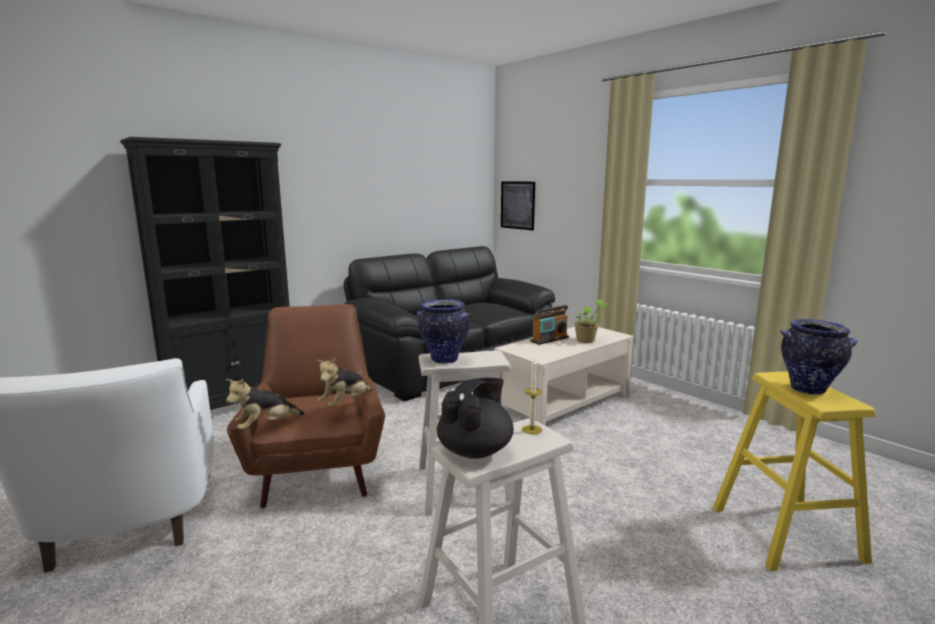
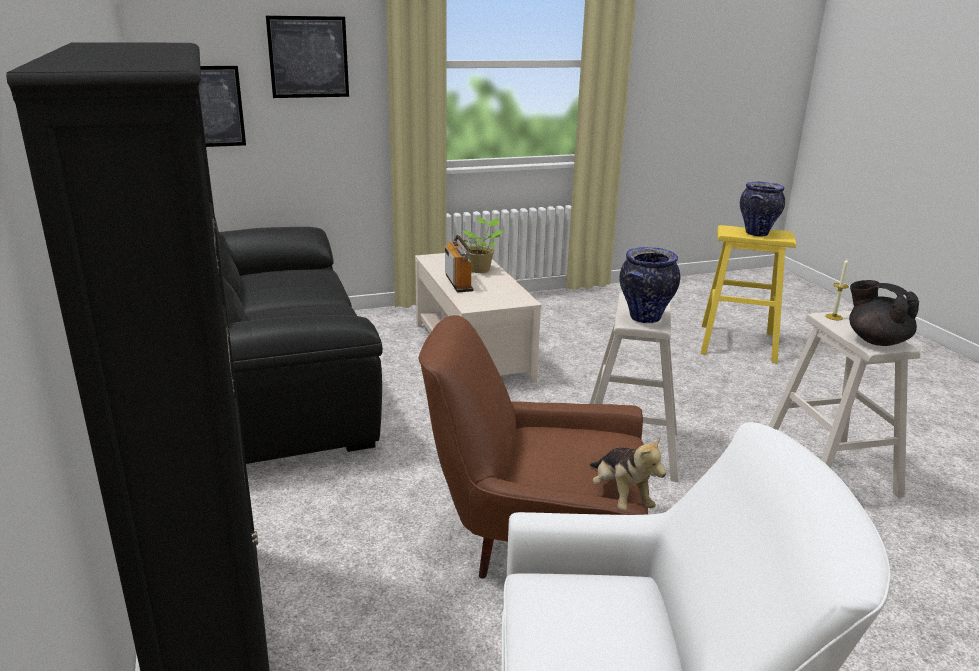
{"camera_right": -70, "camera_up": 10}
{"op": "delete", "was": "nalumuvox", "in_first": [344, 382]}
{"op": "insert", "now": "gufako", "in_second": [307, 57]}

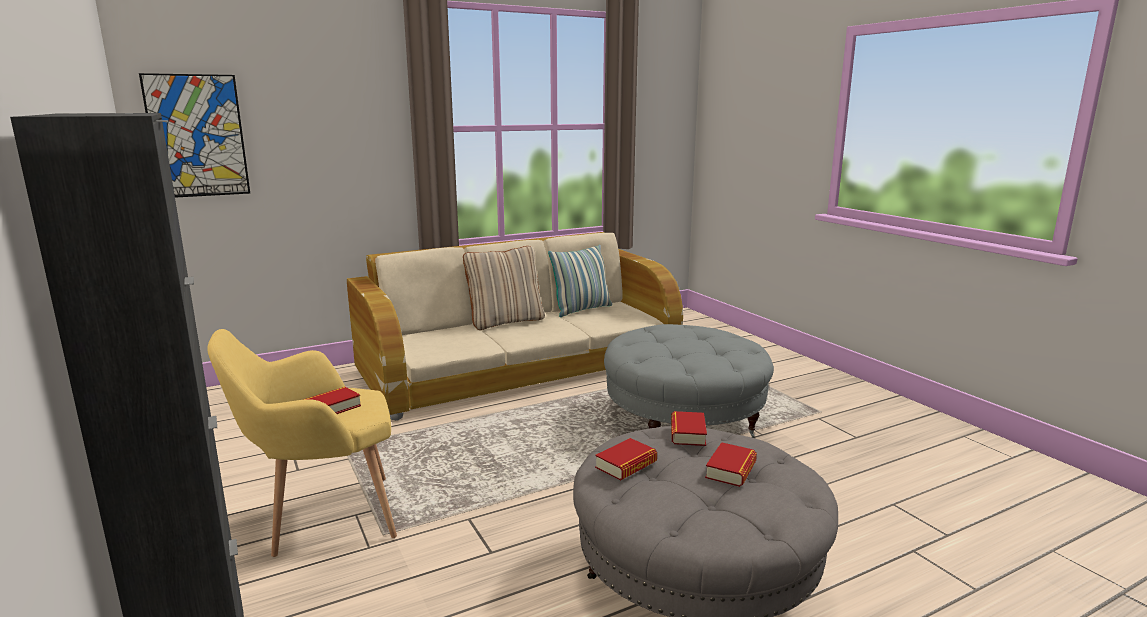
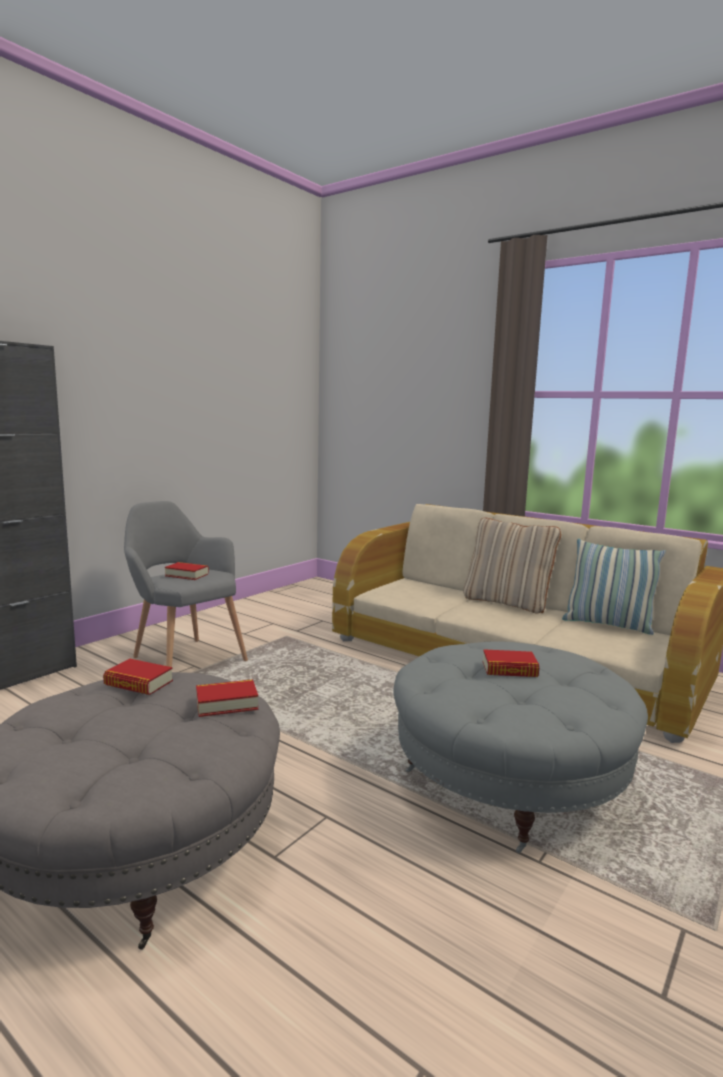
{"camera_right": 65, "camera_up": -5}
{"op": "delete", "was": "gufako", "in_first": [194, 135]}
{"op": "recolor", "was": "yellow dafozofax", "now": "grey dafozofax", "in_first": [302, 443], "in_second": [186, 584]}
{"op": "move", "was": "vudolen", "in_first": [731, 464], "in_second": [511, 663]}

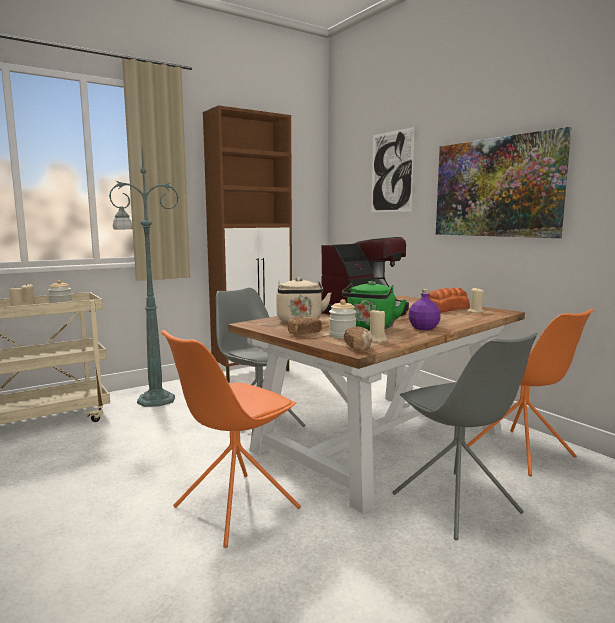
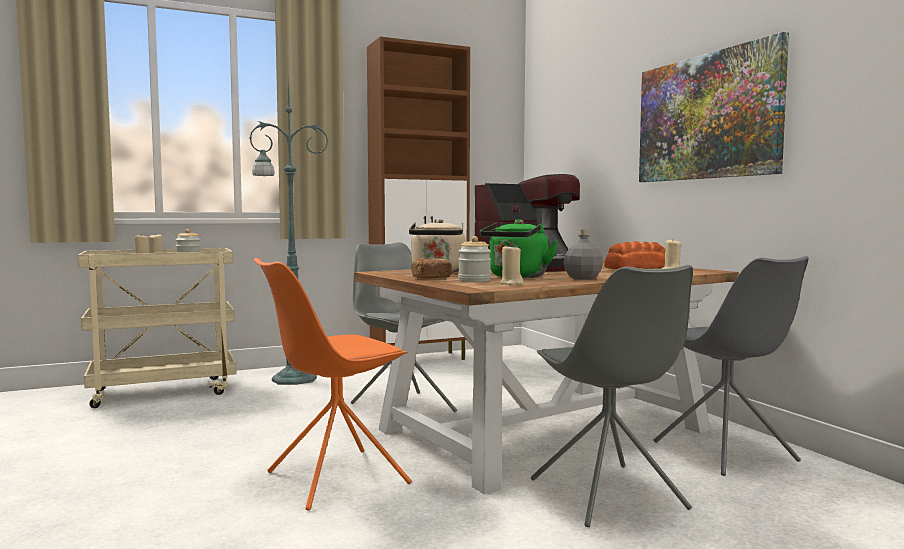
{"camera_right": 10, "camera_up": -5}
{"op": "delete", "was": "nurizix", "in_first": [358, 338]}
{"op": "delete", "was": "gufako", "in_first": [393, 169]}
{"op": "recolor", "was": "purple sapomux", "now": "grey sapomux", "in_first": [424, 309], "in_second": [583, 255]}
{"op": "recolor", "was": "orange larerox", "now": "grey larerox", "in_first": [530, 392], "in_second": [731, 366]}

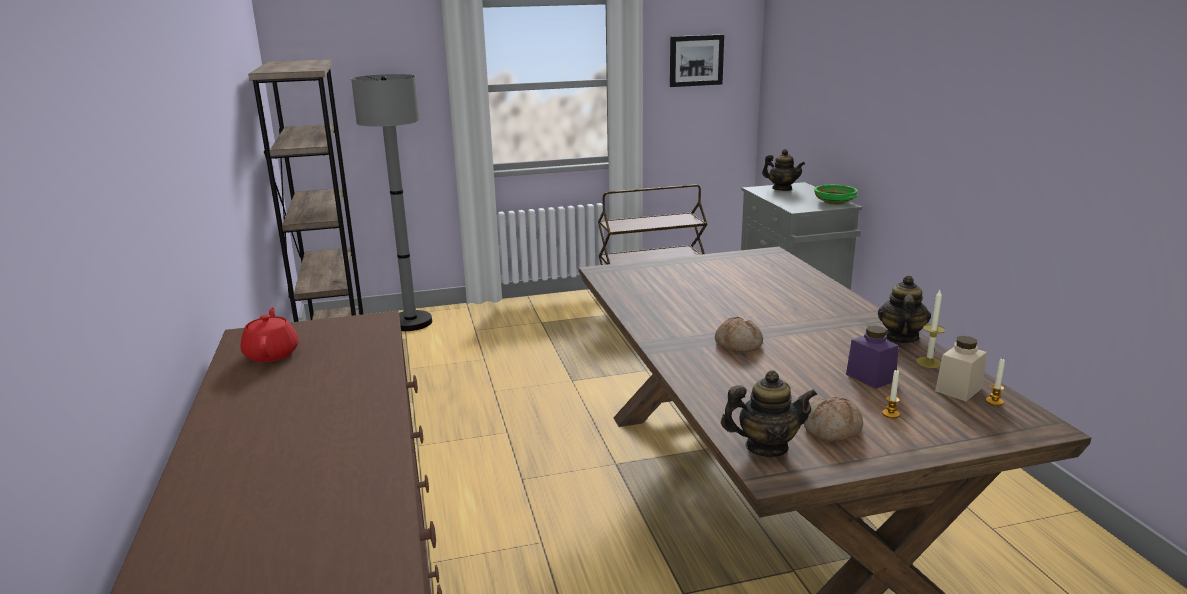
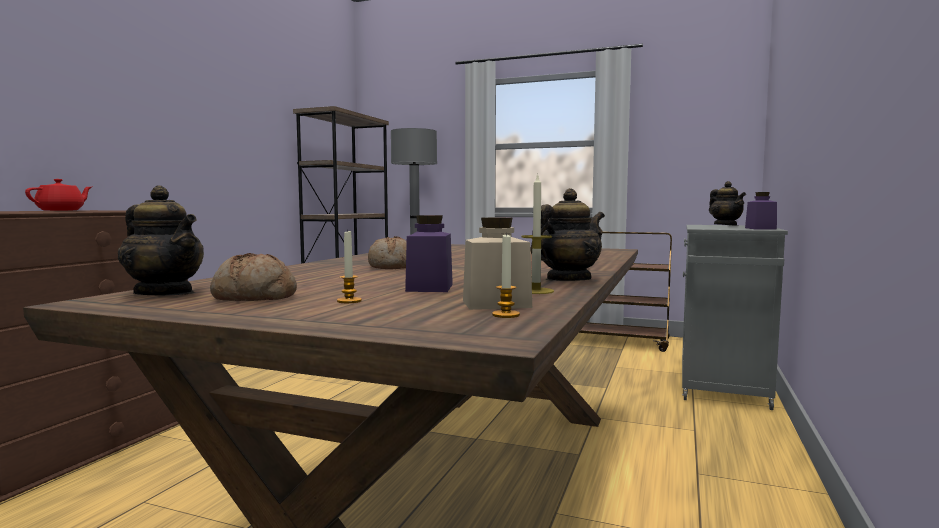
{"camera_right": 35, "camera_up": -15}
{"op": "delete", "was": "gufako", "in_first": [697, 60]}
{"op": "replace", "was": "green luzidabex", "now": "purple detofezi", "in_first": [836, 195], "in_second": [761, 210]}

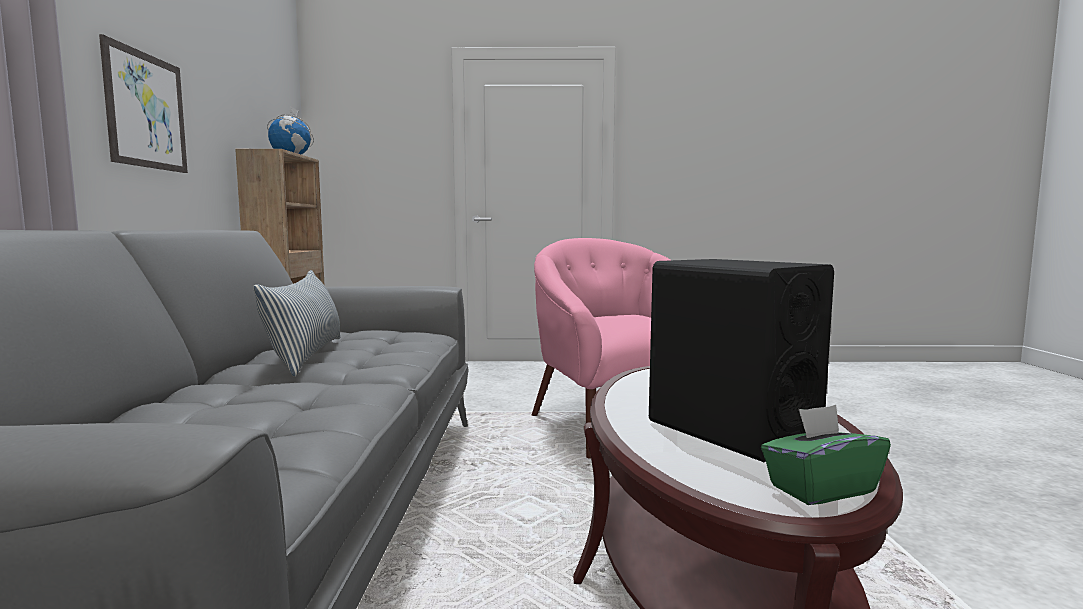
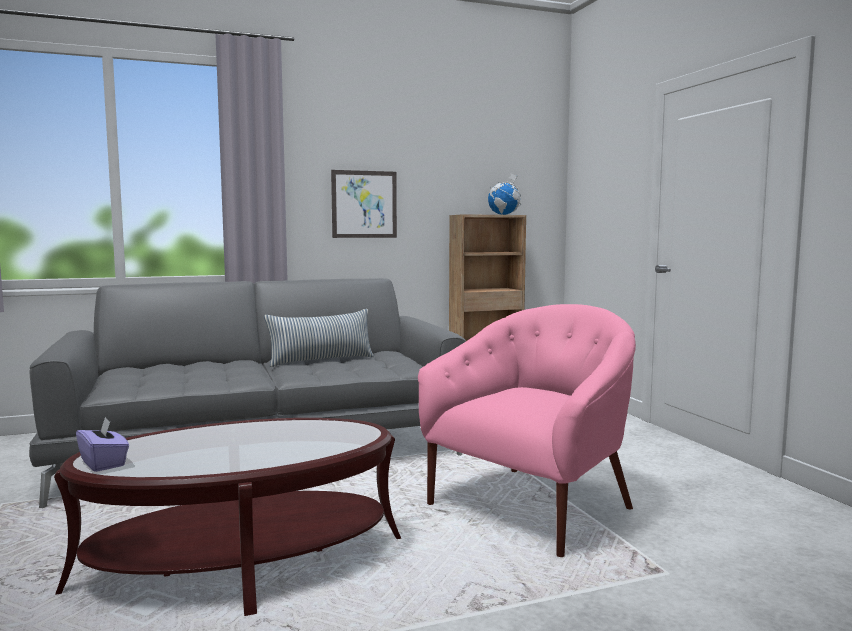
{"camera_right": 70, "camera_up": 0}
{"op": "delete", "was": "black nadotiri", "in_first": [741, 360]}
{"op": "recolor", "was": "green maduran", "now": "purple maduran", "in_first": [826, 455], "in_second": [102, 444]}

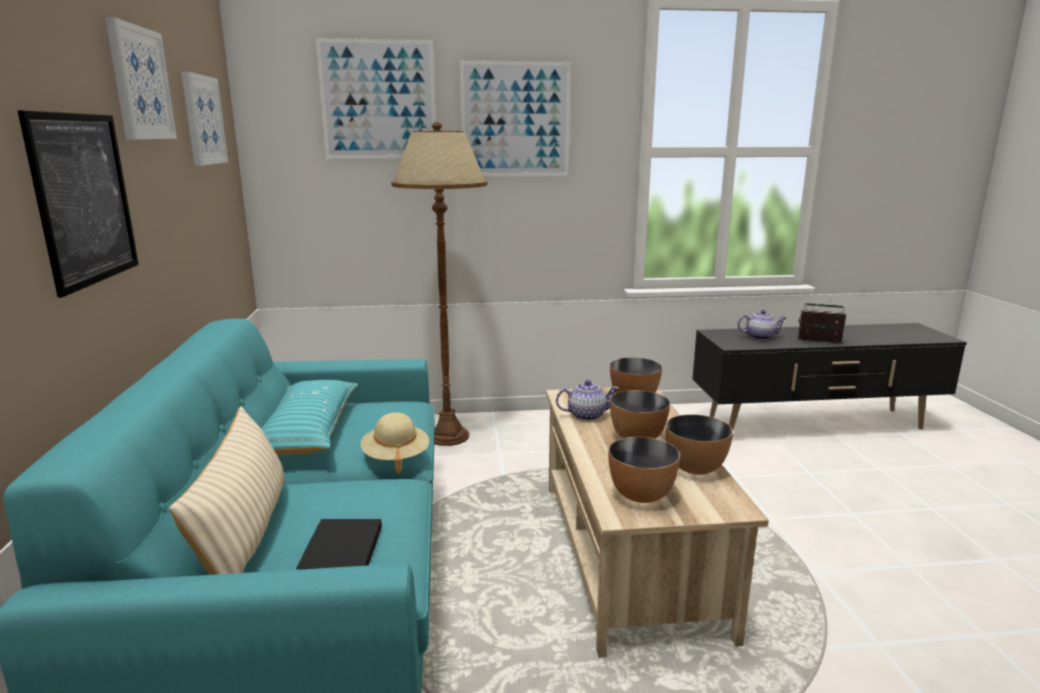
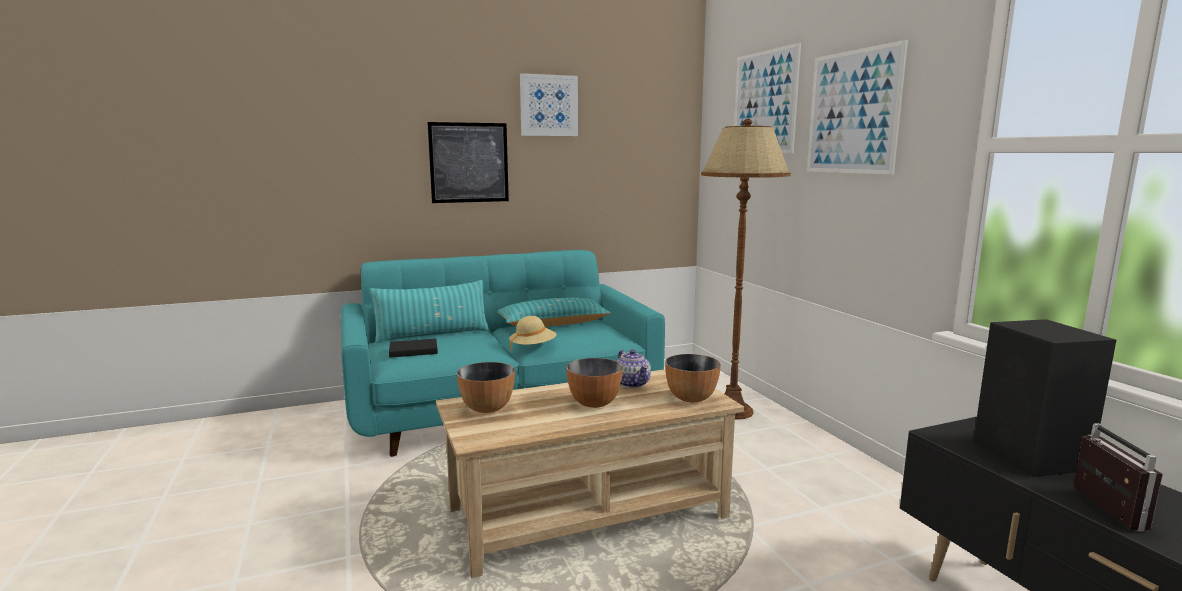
{"camera_right": 75, "camera_up": -5}
{"op": "recolor", "was": "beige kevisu", "now": "turquoise kevisu", "in_first": [227, 491], "in_second": [429, 311]}
{"op": "delete", "was": "gufako", "in_first": [204, 119]}
{"op": "delete", "was": "luzidabex", "in_first": [699, 445]}
{"op": "replace", "was": "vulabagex", "now": "black nadotiri", "in_first": [761, 325], "in_second": [1044, 398]}

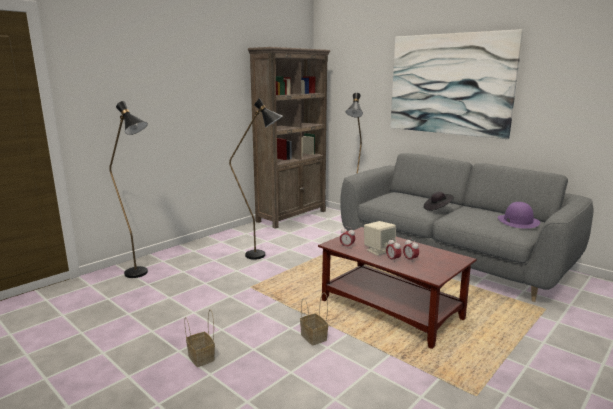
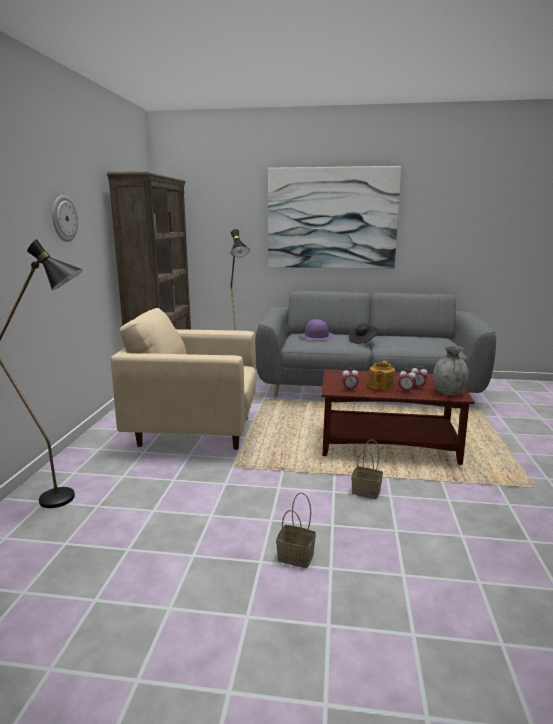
{"camera_right": -35, "camera_up": 0}
{"op": "replace", "was": "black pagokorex", "now": "beige dafozofax", "in_first": [256, 179], "in_second": [183, 379]}
{"op": "replace", "was": "beige nadotiri", "now": "vulabagex", "in_first": [380, 238], "in_second": [382, 375]}
{"op": "move", "was": "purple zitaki", "in_first": [519, 215], "in_second": [317, 330]}
{"op": "insert", "now": "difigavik", "in_second": [65, 218]}
{"op": "insert", "now": "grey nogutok", "in_second": [451, 370]}

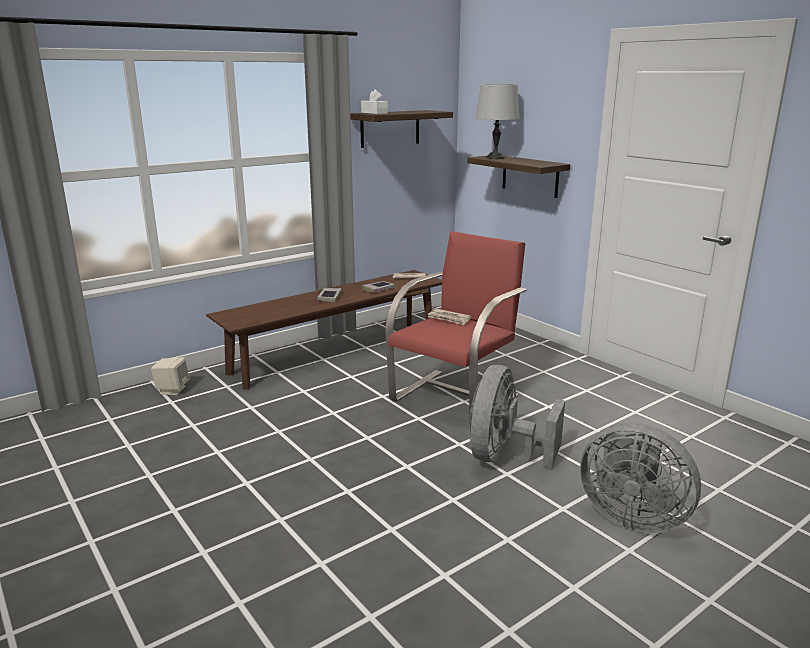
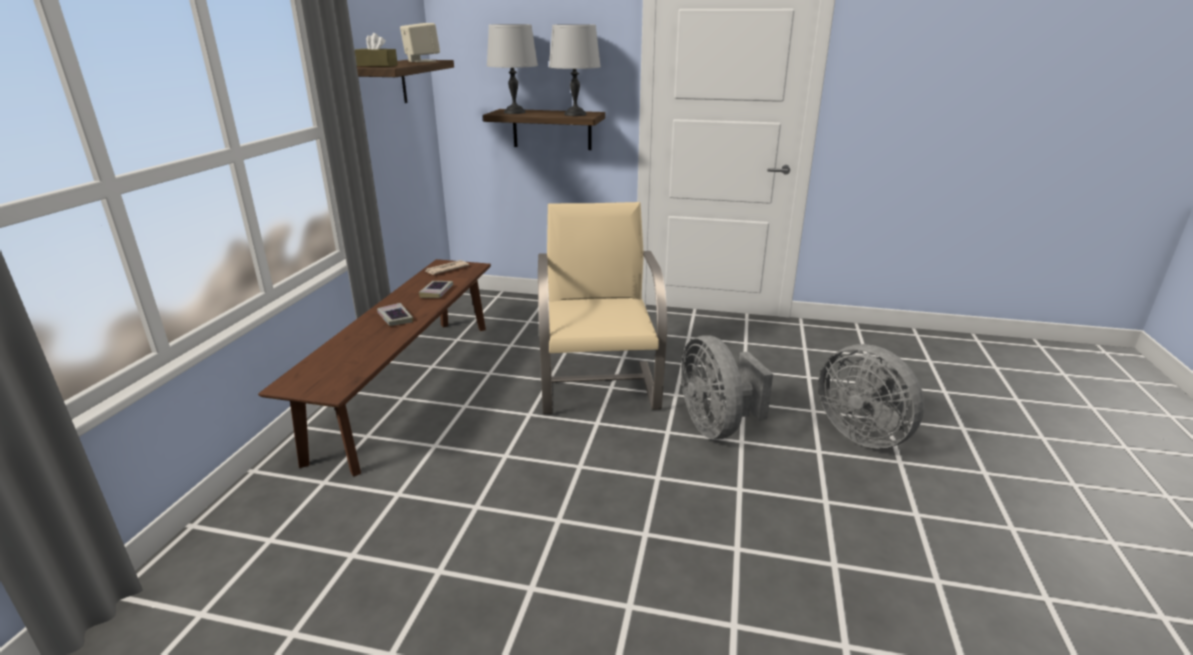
{"camera_right": -40, "camera_up": 5}
{"op": "move", "was": "beige nadotiri", "in_first": [170, 376], "in_second": [420, 42]}
{"op": "recolor", "was": "white maduran", "now": "brown maduran", "in_first": [374, 101], "in_second": [376, 50]}
{"op": "recolor", "was": "red dafozofax", "now": "beige dafozofax", "in_first": [456, 327], "in_second": [602, 308]}
{"op": "delete", "was": "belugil", "in_first": [450, 317]}
{"op": "rotate", "was": "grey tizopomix", "in_first": [640, 478], "in_second": [871, 396], "clockwise": 60}
{"op": "insert", "now": "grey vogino", "in_second": [575, 70]}

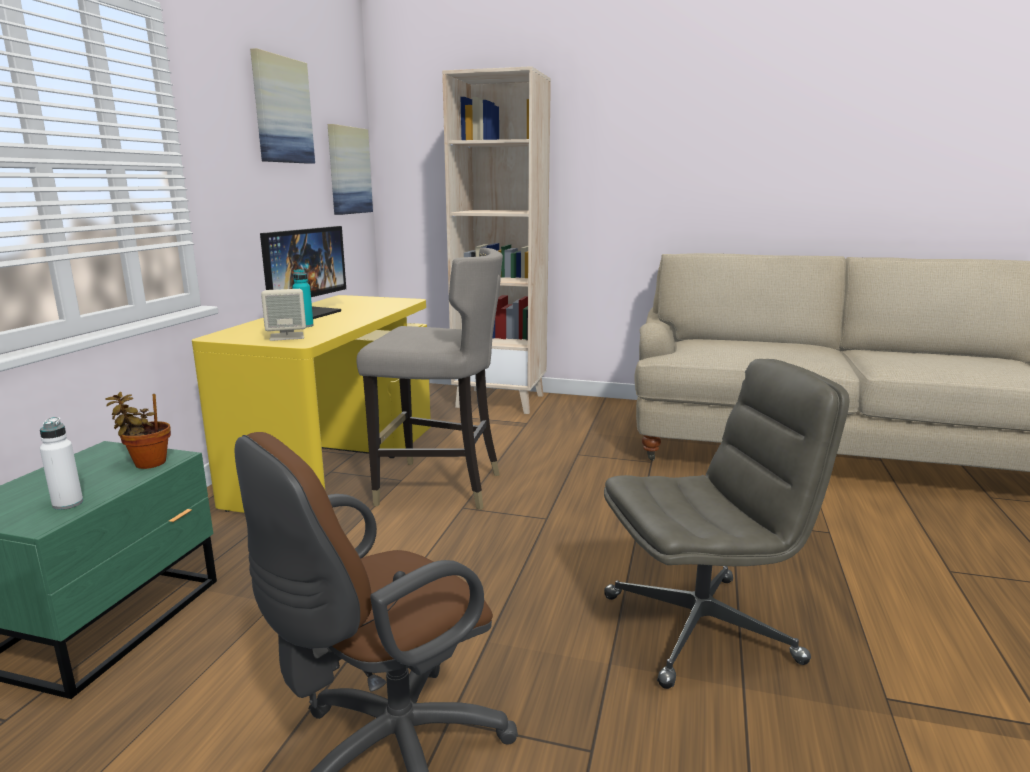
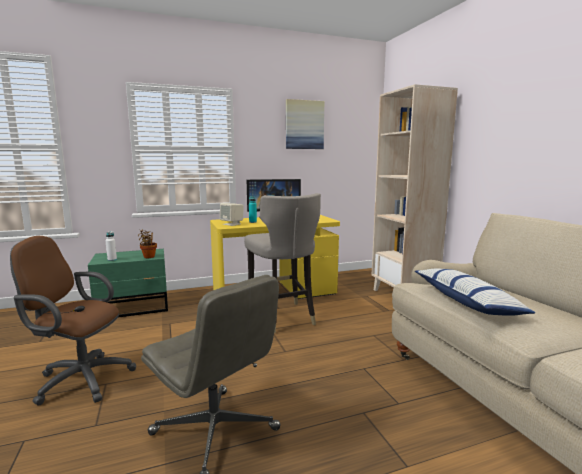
{"camera_right": 55, "camera_up": -5}
{"op": "delete", "was": "gufako", "in_first": [350, 169]}
{"op": "insert", "now": "kevisu", "in_second": [475, 292]}

